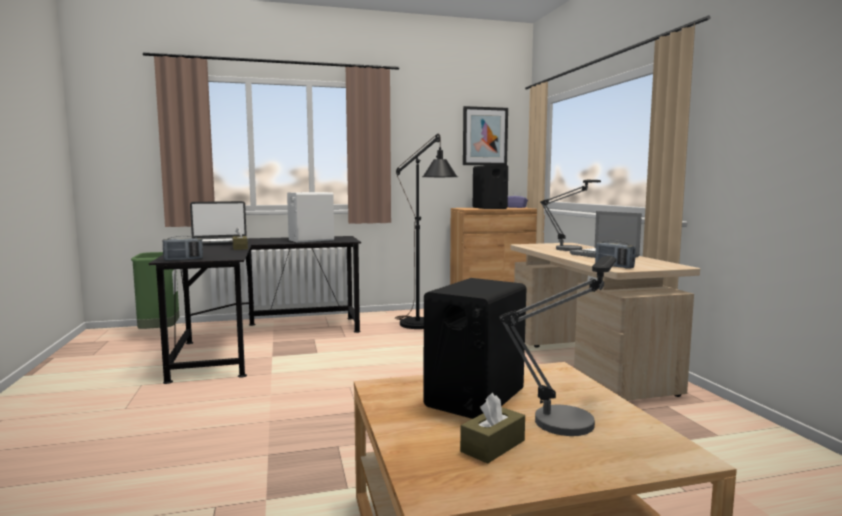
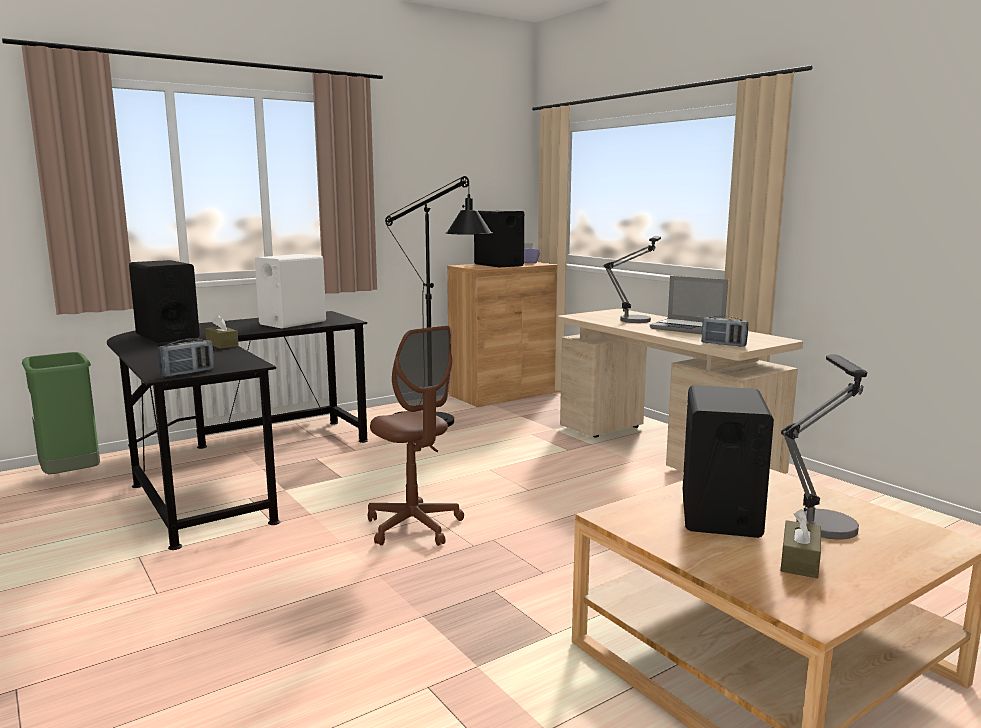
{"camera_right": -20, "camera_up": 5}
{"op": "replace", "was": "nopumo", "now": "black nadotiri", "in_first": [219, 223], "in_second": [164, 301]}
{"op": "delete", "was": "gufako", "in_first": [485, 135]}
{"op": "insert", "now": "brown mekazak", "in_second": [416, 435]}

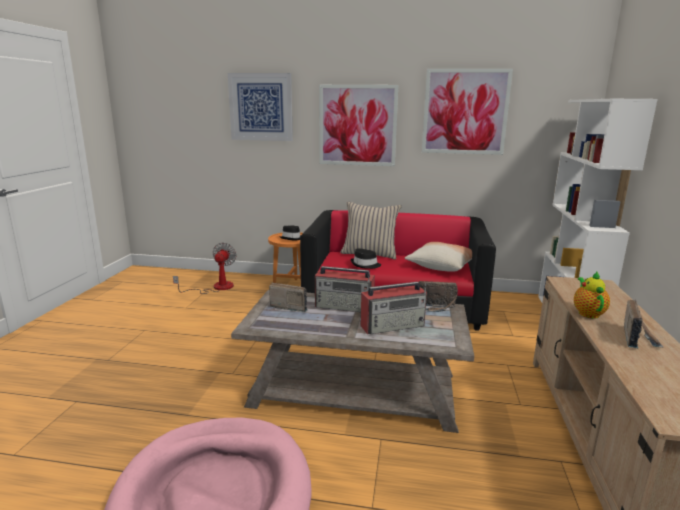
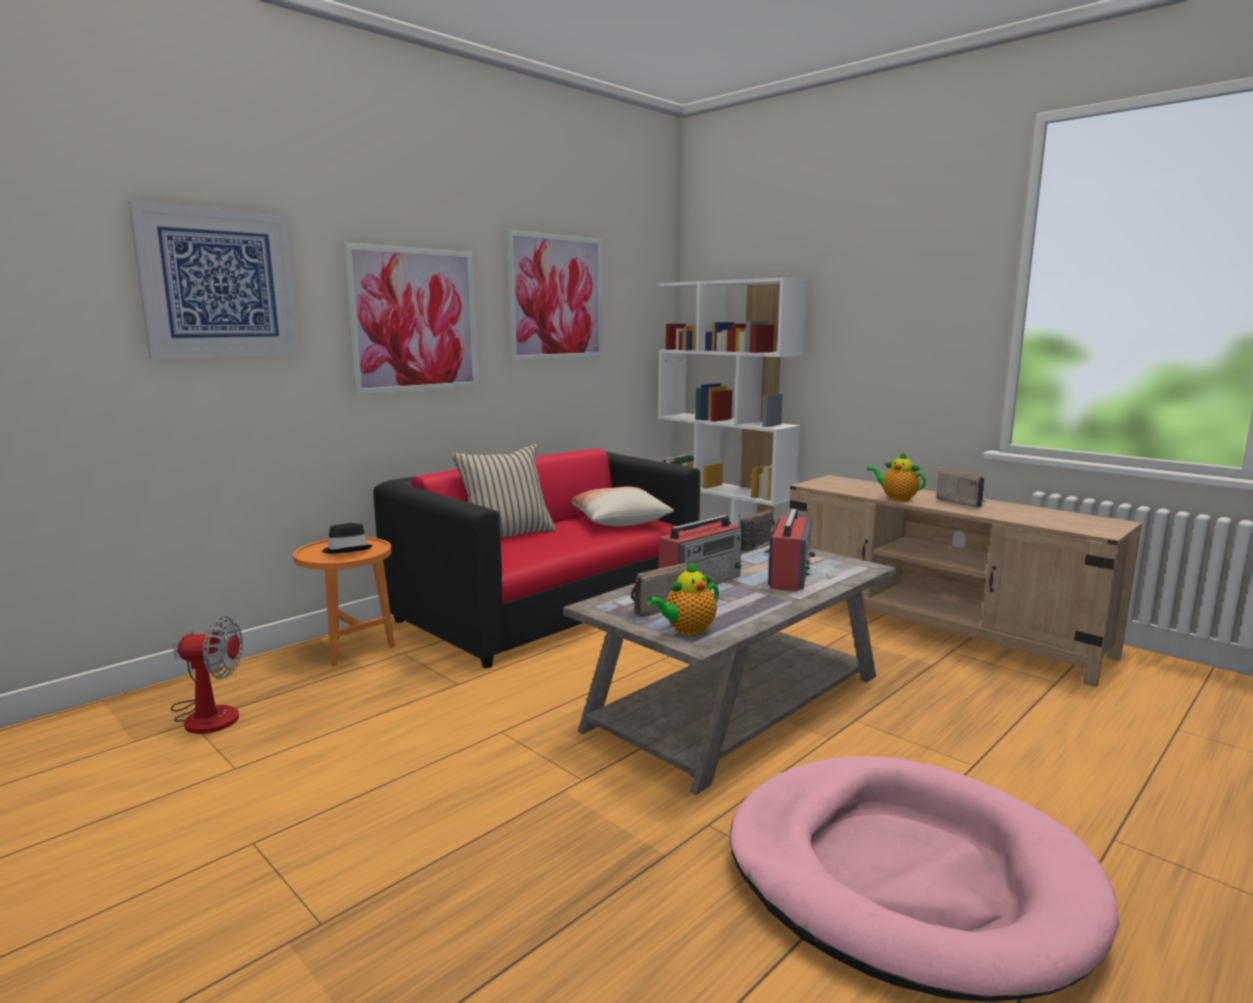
{"camera_right": -55, "camera_up": -5}
{"op": "rotate", "was": "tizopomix", "in_first": [204, 268], "in_second": [207, 675], "clockwise": 135}
{"op": "delete", "was": "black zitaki", "in_first": [366, 258]}
{"op": "insert", "now": "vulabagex", "in_second": [683, 598]}

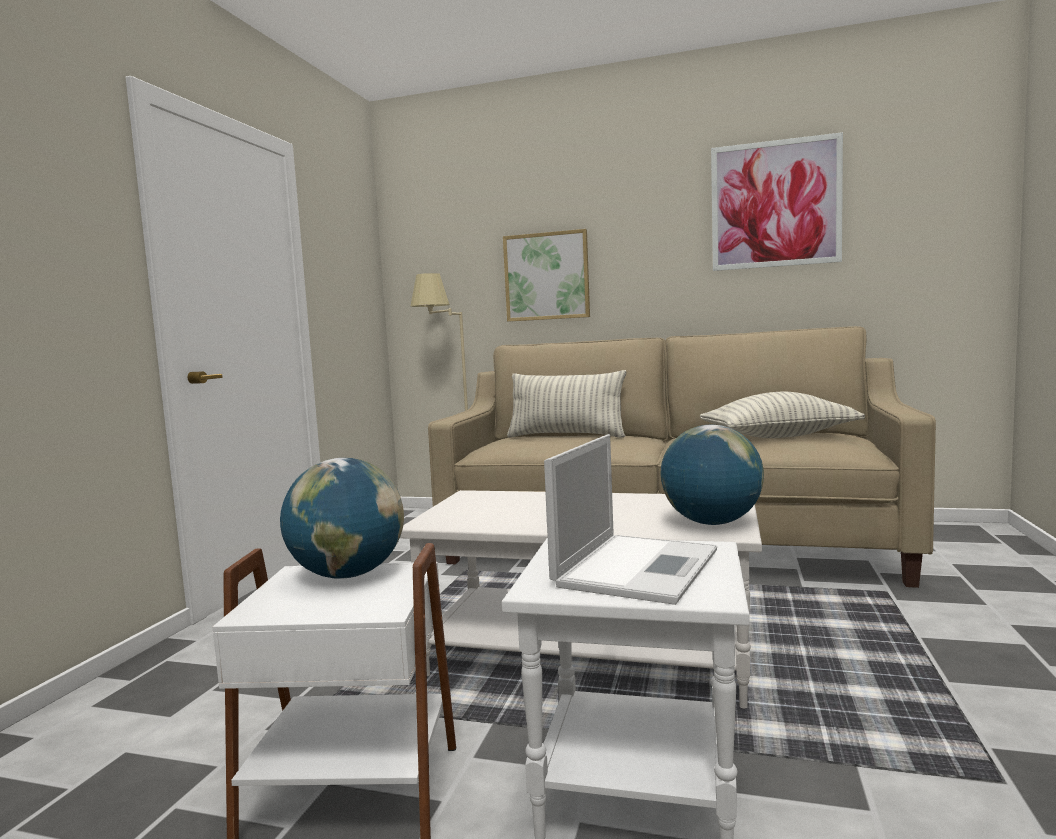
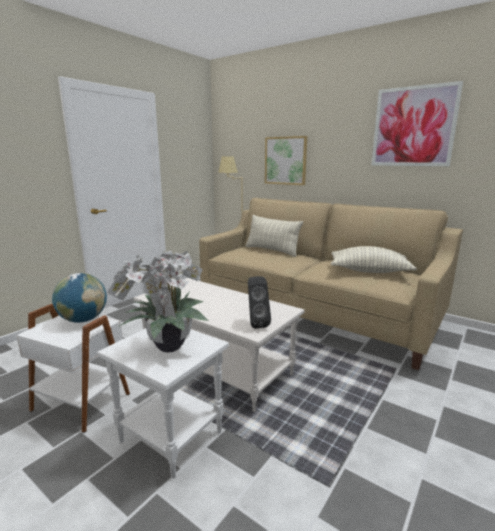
{"camera_right": 20, "camera_up": 10}
{"op": "replace", "was": "nopumo", "now": "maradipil", "in_first": [630, 519], "in_second": [158, 302]}
{"op": "replace", "was": "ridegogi", "now": "black nadotiri", "in_first": [712, 475], "in_second": [259, 302]}

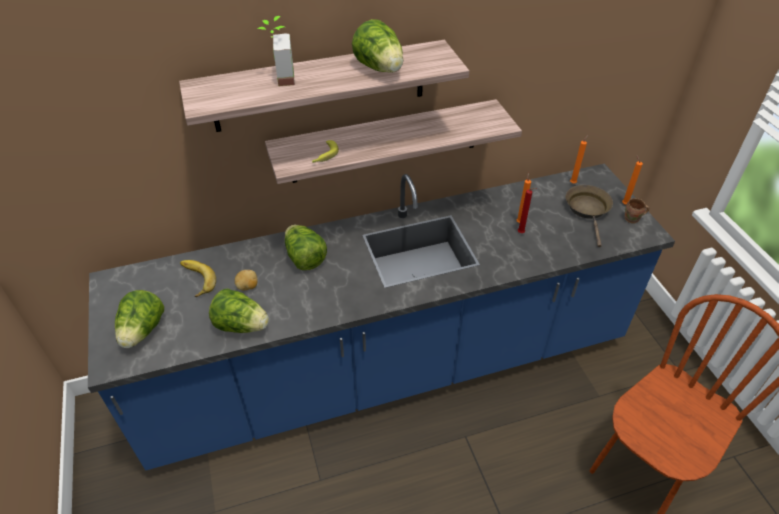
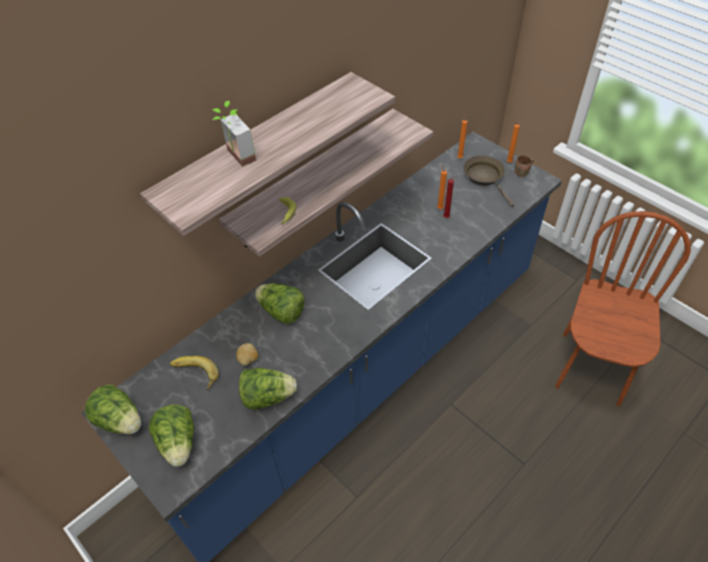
{"camera_right": -25, "camera_up": 5}
{"op": "move", "was": "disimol", "in_first": [378, 46], "in_second": [113, 409]}

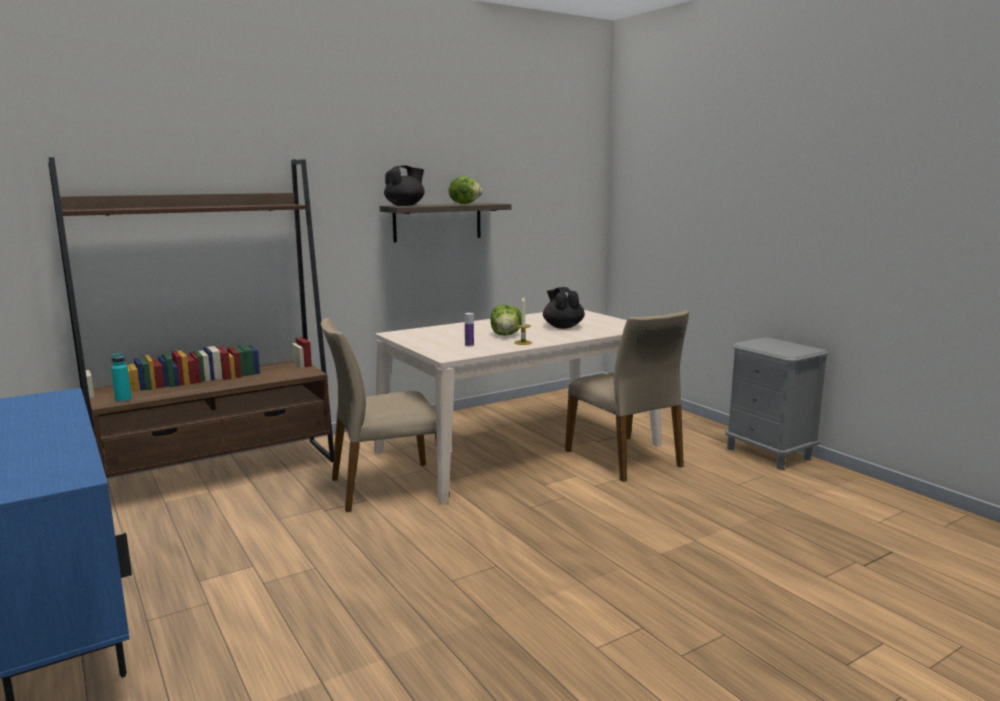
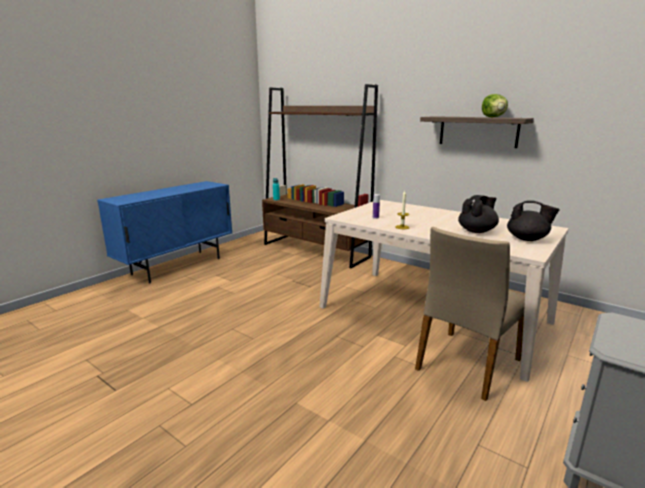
{"camera_right": 70, "camera_up": 5}
{"op": "delete", "was": "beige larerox", "in_first": [385, 415]}
{"op": "move", "was": "black vulabagex", "in_first": [404, 185], "in_second": [533, 220]}
{"op": "delete", "was": "disimol", "in_first": [505, 320]}

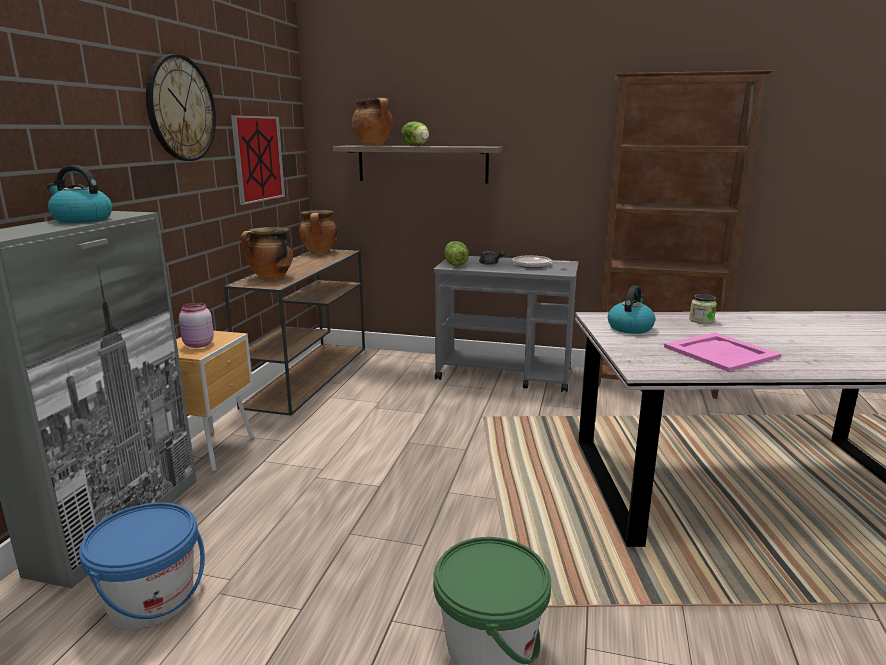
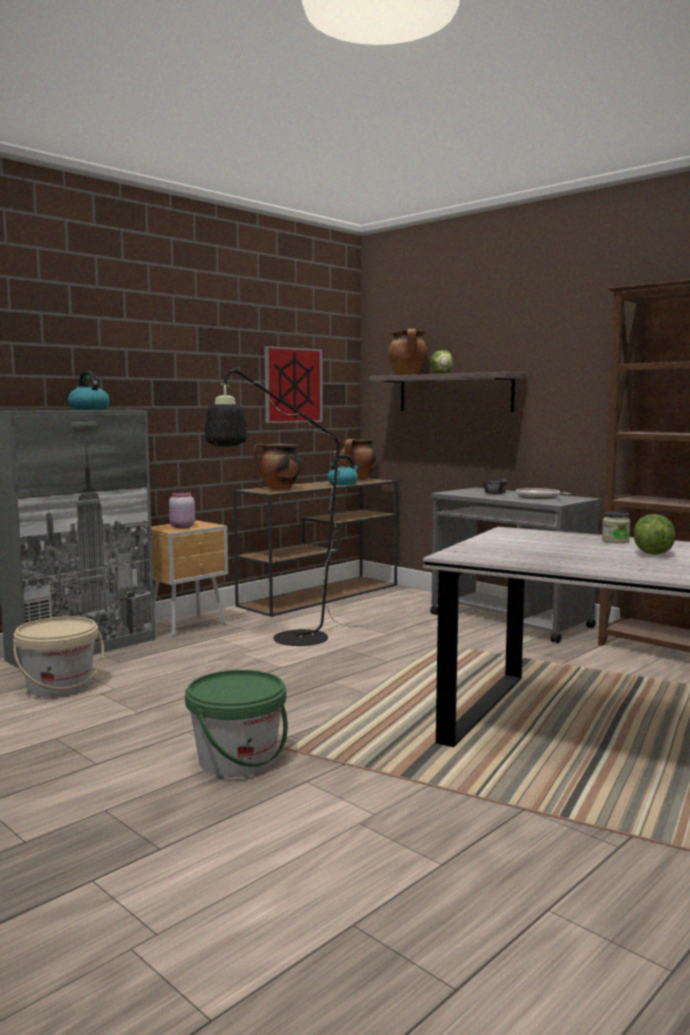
{"camera_right": 30, "camera_up": -10}
{"op": "recolor", "was": "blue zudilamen", "now": "beige zudilamen", "in_first": [142, 565], "in_second": [58, 656]}
{"op": "delete", "was": "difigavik", "in_first": [181, 107]}
{"op": "move", "was": "disimol", "in_first": [456, 253], "in_second": [654, 534]}
{"op": "move", "was": "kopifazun", "in_first": [631, 309], "in_second": [343, 470]}
{"op": "delete", "was": "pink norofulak", "in_first": [722, 352]}
{"op": "insert", "now": "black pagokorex", "in_second": [311, 506]}

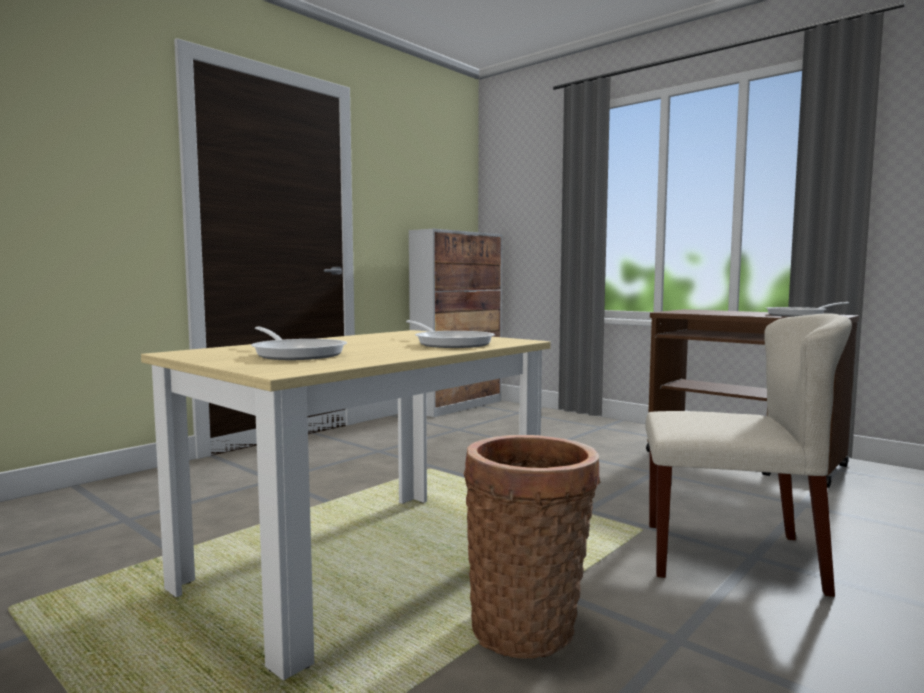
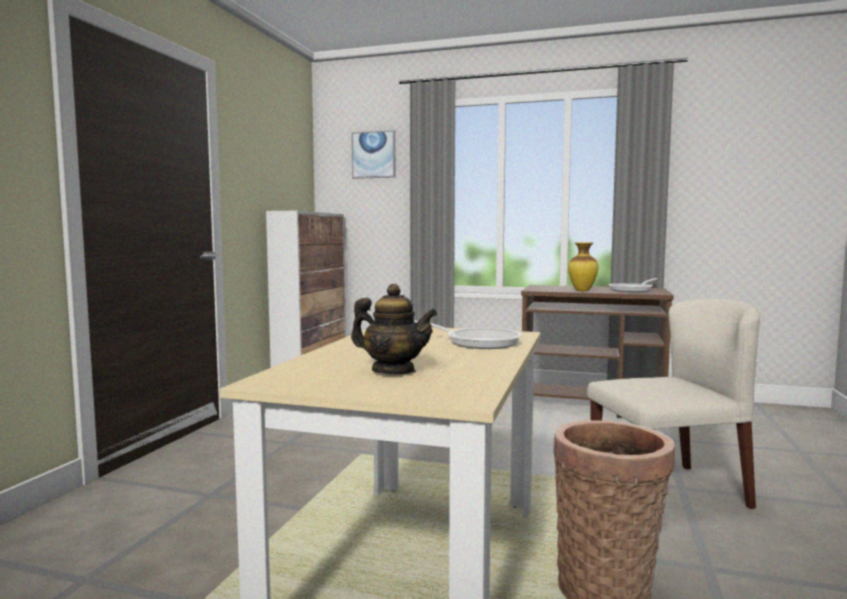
{"camera_right": -25, "camera_up": 0}
{"op": "replace", "was": "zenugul", "now": "vulabagex", "in_first": [299, 343], "in_second": [394, 329]}
{"op": "insert", "now": "gufako", "in_second": [373, 154]}
{"op": "insert", "now": "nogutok", "in_second": [583, 266]}

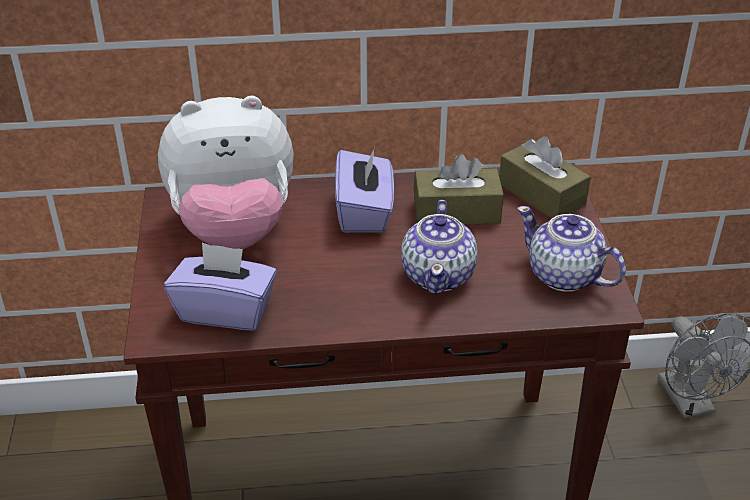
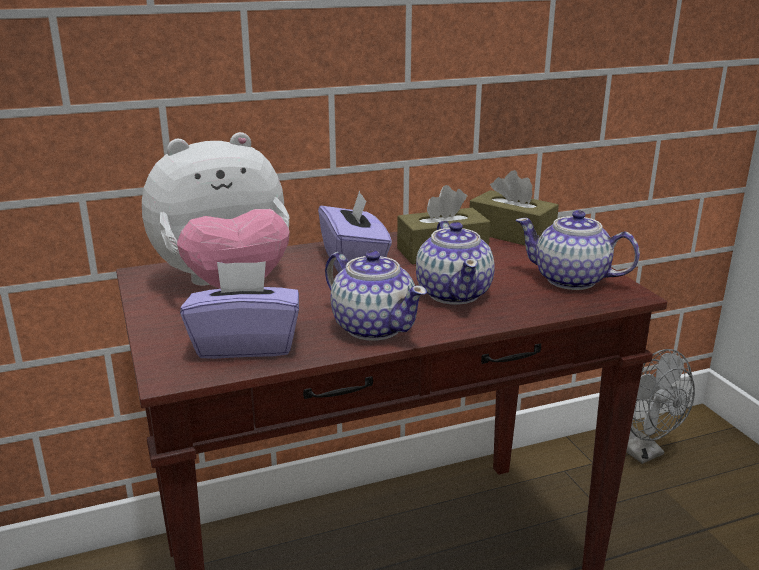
{"camera_right": -15, "camera_up": -15}
{"op": "insert", "now": "vulabagex", "in_second": [376, 295]}

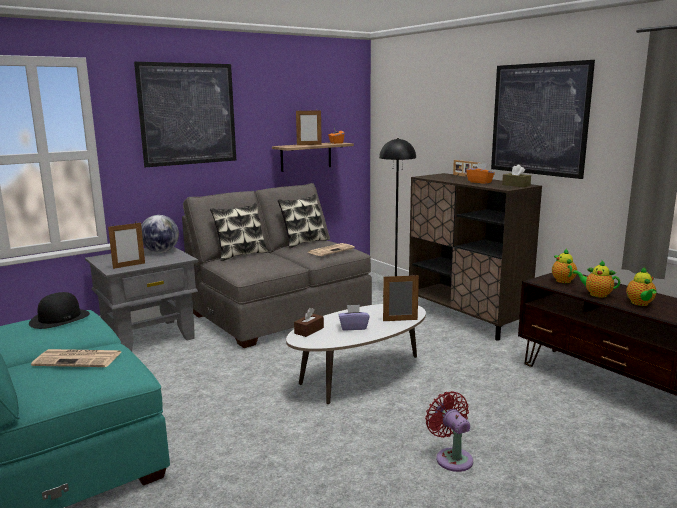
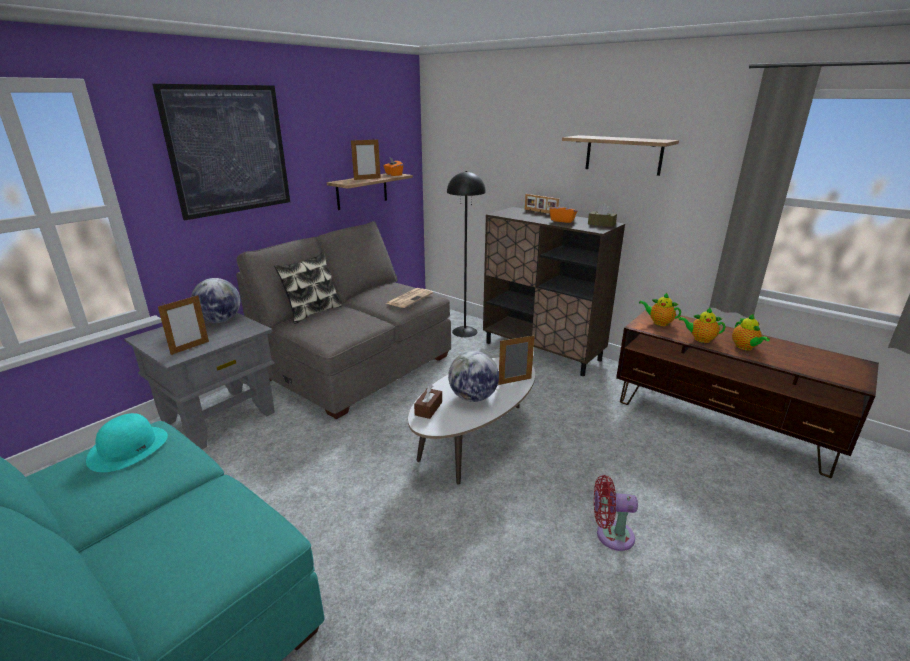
{"camera_right": -15, "camera_up": 10}
{"op": "recolor", "was": "black zitaki", "now": "turquoise zitaki", "in_first": [59, 310], "in_second": [127, 442]}
{"op": "delete", "was": "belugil", "in_first": [76, 358]}
{"op": "delete", "was": "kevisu", "in_first": [302, 221]}
{"op": "replace", "was": "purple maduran", "now": "ridegogi", "in_first": [354, 317], "in_second": [473, 376]}
{"op": "rotate", "was": "red tizopomix", "in_first": [449, 431], "in_second": [616, 513], "clockwise": -45}
{"op": "replace", "was": "gufako", "now": "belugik", "in_first": [543, 119], "in_second": [620, 155]}
{"op": "rotate", "was": "vulabagex", "in_first": [564, 266], "in_second": [660, 309], "clockwise": -45}

